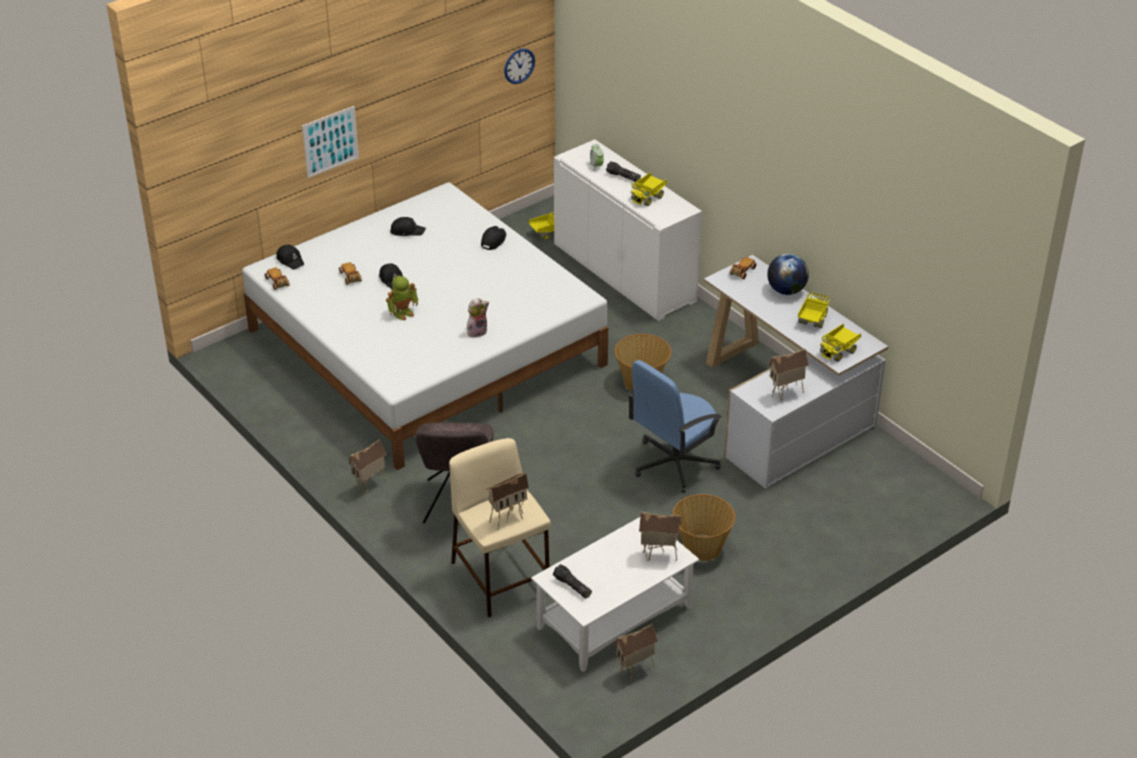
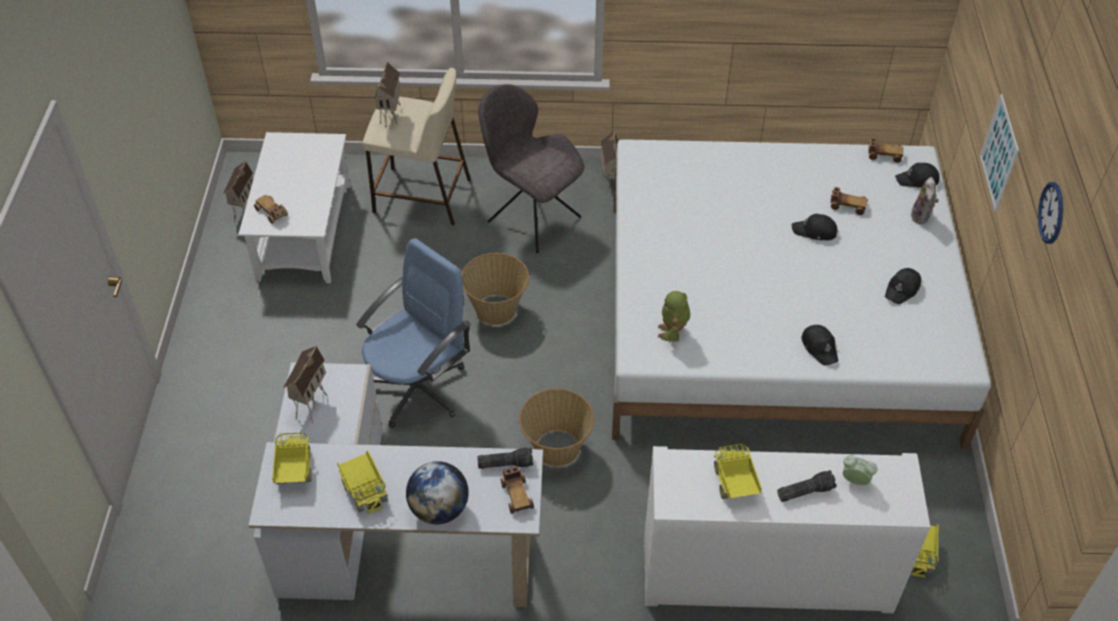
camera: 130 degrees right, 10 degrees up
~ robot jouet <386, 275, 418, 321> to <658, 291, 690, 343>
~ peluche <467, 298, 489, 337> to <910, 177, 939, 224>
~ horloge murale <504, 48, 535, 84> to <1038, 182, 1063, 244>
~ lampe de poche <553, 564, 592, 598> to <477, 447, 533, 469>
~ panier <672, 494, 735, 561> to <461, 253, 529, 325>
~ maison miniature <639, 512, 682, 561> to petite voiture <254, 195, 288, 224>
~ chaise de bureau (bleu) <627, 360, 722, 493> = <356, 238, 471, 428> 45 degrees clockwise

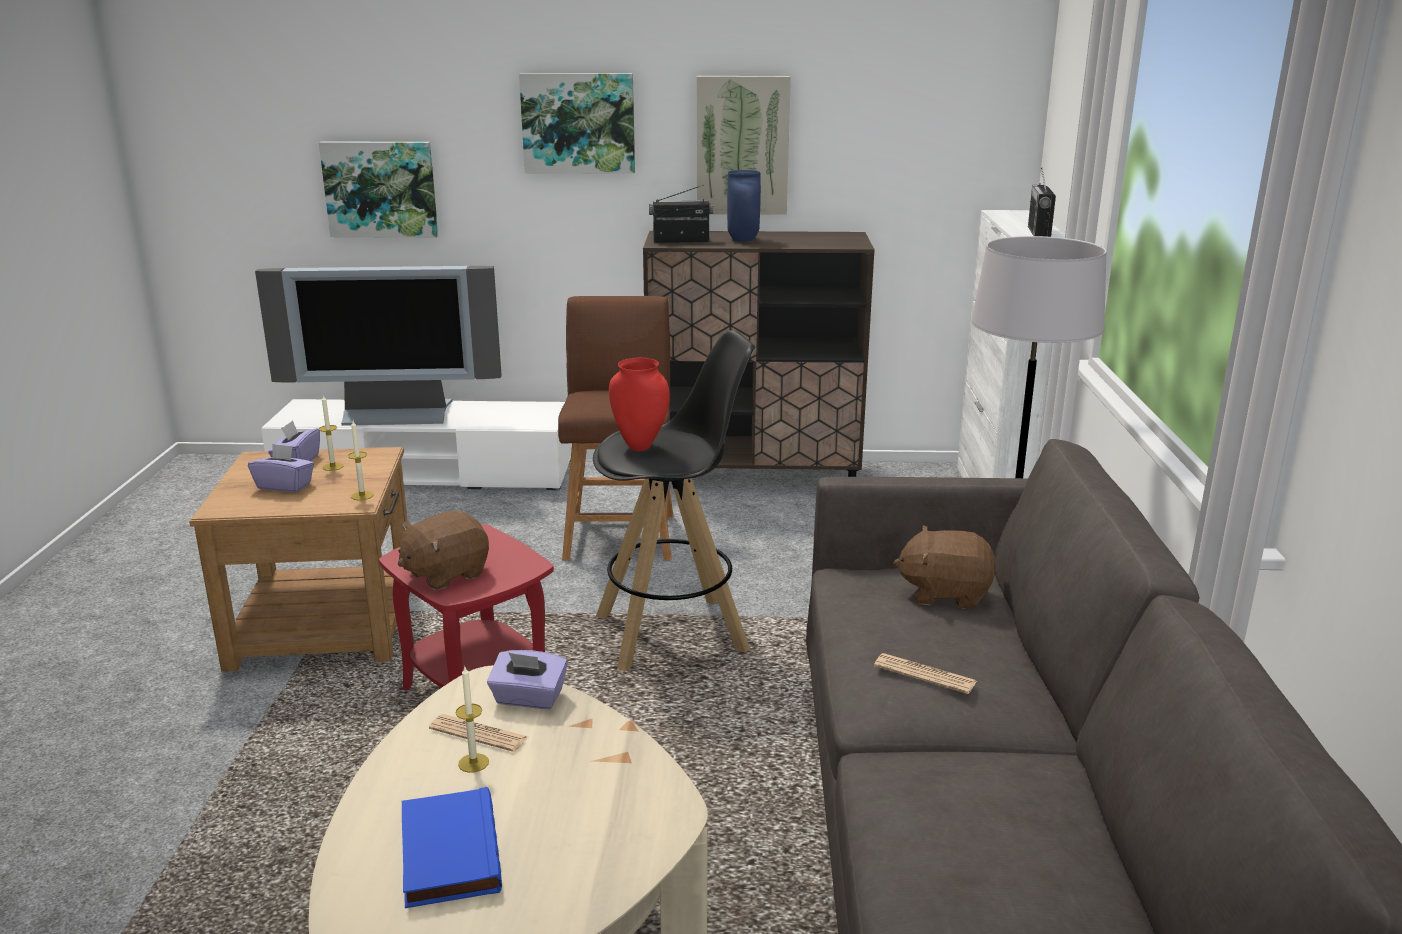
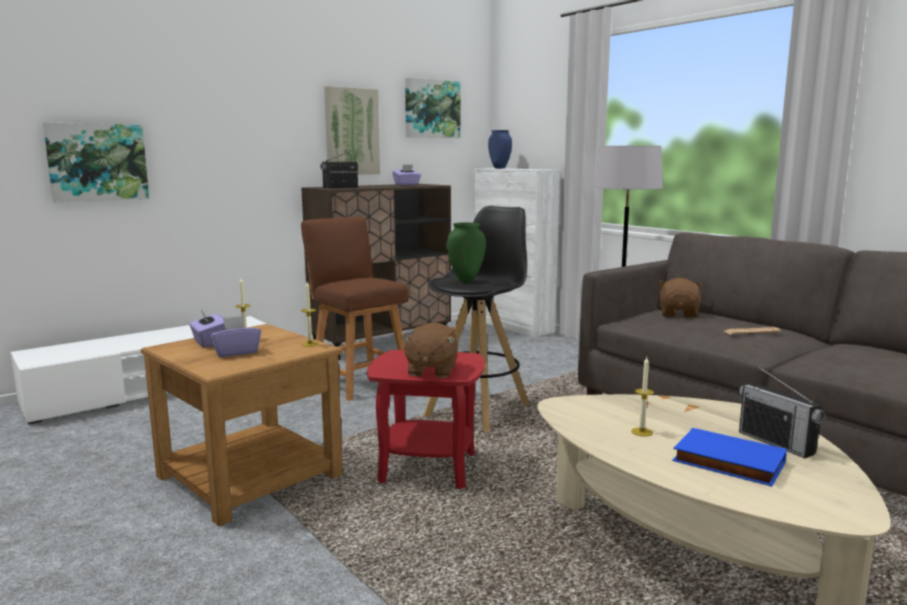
camera: 40 degrees left, 10 degrees down
- téléviseur <255, 266, 502, 426>
- journal <429, 714, 528, 752>
~ boîte à mouchoirs (violet) <487, 650, 568, 709> to <392, 165, 421, 185>
~ tableau <519, 73, 635, 174> to <405, 78, 460, 138>
~ vase (bleu) <727, 170, 761, 242> to <488, 130, 512, 169>
~ radio <1028, 167, 1056, 237> to <738, 365, 825, 458>
~ vase (rouge) <609, 358, 670, 451> to vase (vert) <446, 222, 486, 283>
~ peluche (marron) <894, 525, 997, 609> = <658, 278, 702, 318> 135 degrees clockwise

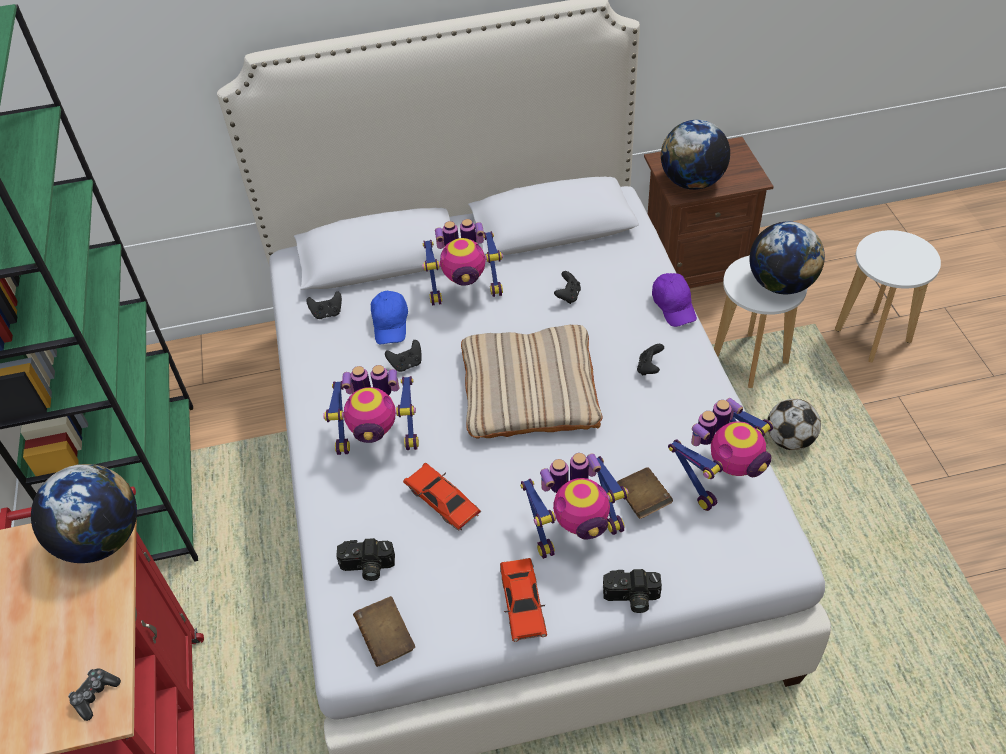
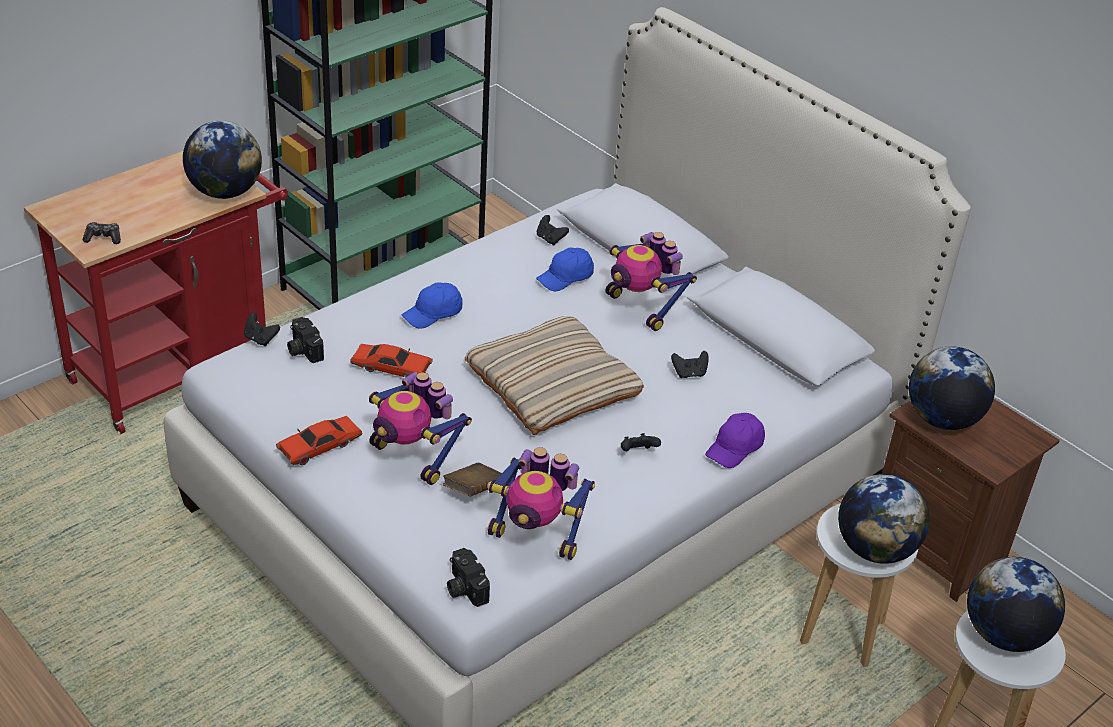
camera: 55 degrees right, 10 degrees down
- livre (marron) <353, 596, 415, 667>
- ballon de foot <767, 399, 821, 450>
+ globe <967, 557, 1065, 652>
~ manette (noir) <385, 340, 422, 372> to <244, 313, 280, 346>
~ appareil photo <603, 569, 662, 613> to <447, 548, 490, 607>
~ robot jouet <323, 365, 419, 455> to casquette (bleu) <402, 282, 463, 329>
~ petite voiture (rouge) <403, 463, 481, 531> = <350, 344, 433, 377> 90 degrees clockwise

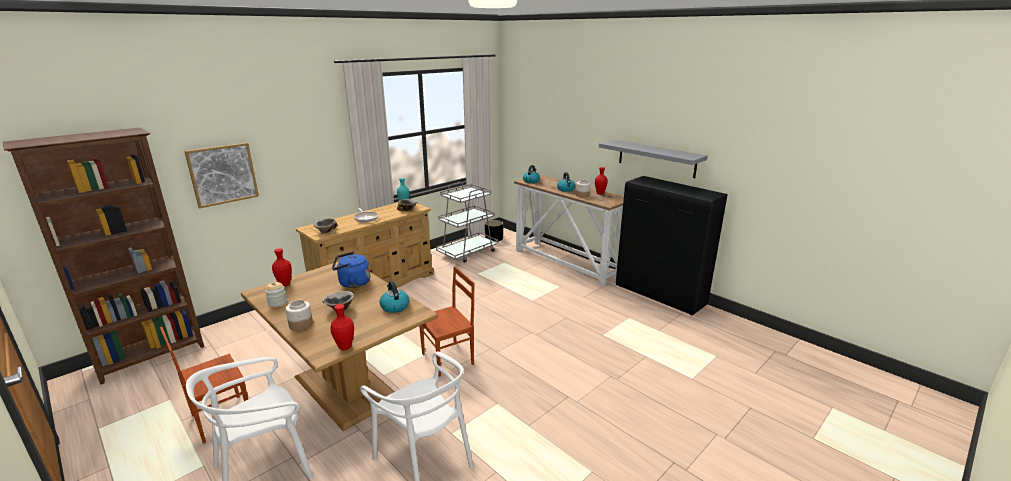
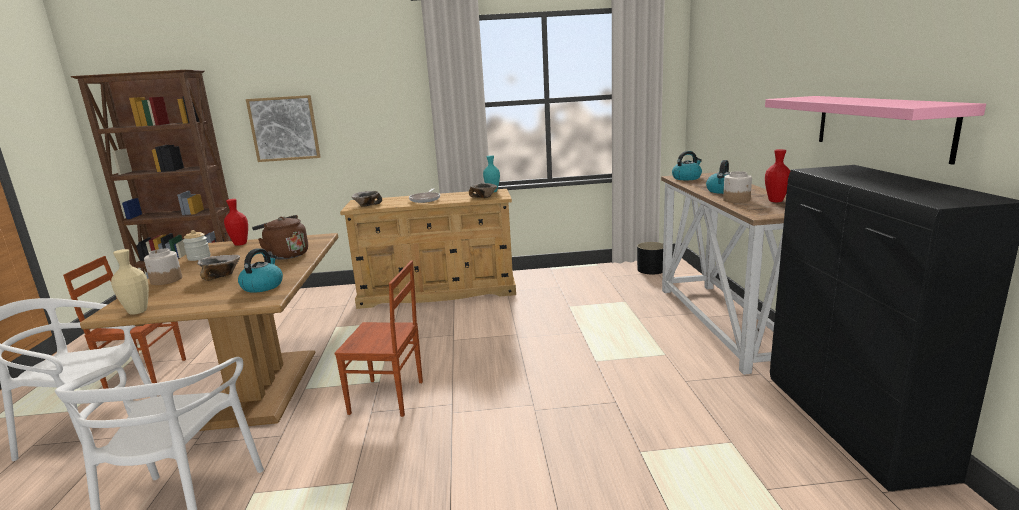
camera: 40 degrees right, 5 degrees down
- chariot (gris) <436, 182, 498, 263>
~ vase (rouge) <330, 304, 354, 351> to vase (beige) <111, 249, 149, 315>
~ bouilloire (bleu) <332, 252, 371, 288> to bouilloire (marron) <252, 215, 308, 260>
~ étagère (gris) <599, 140, 708, 178> to étagère (rose) <765, 96, 986, 164>

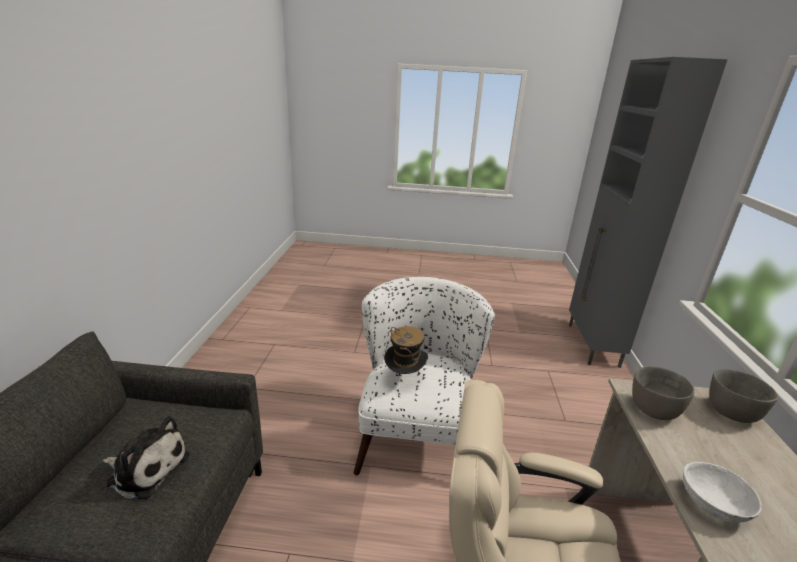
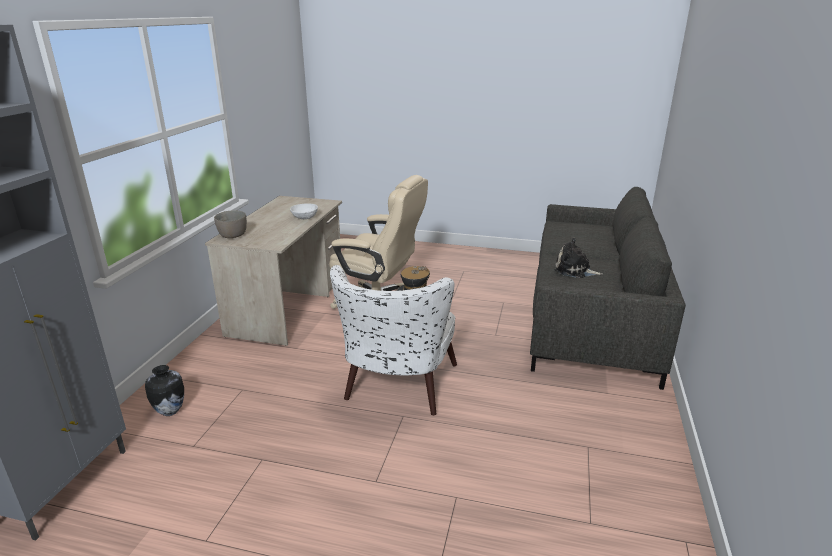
camera: 170 degrees left, 0 degrees up
- bol (gris) <632, 366, 695, 420>
+ vase <145, 365, 184, 416>

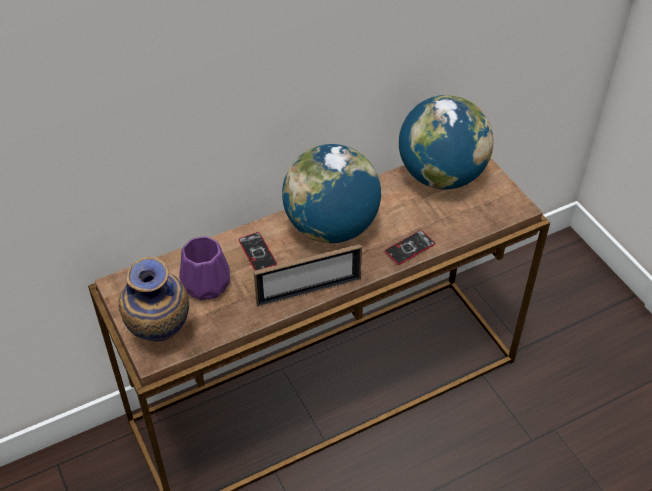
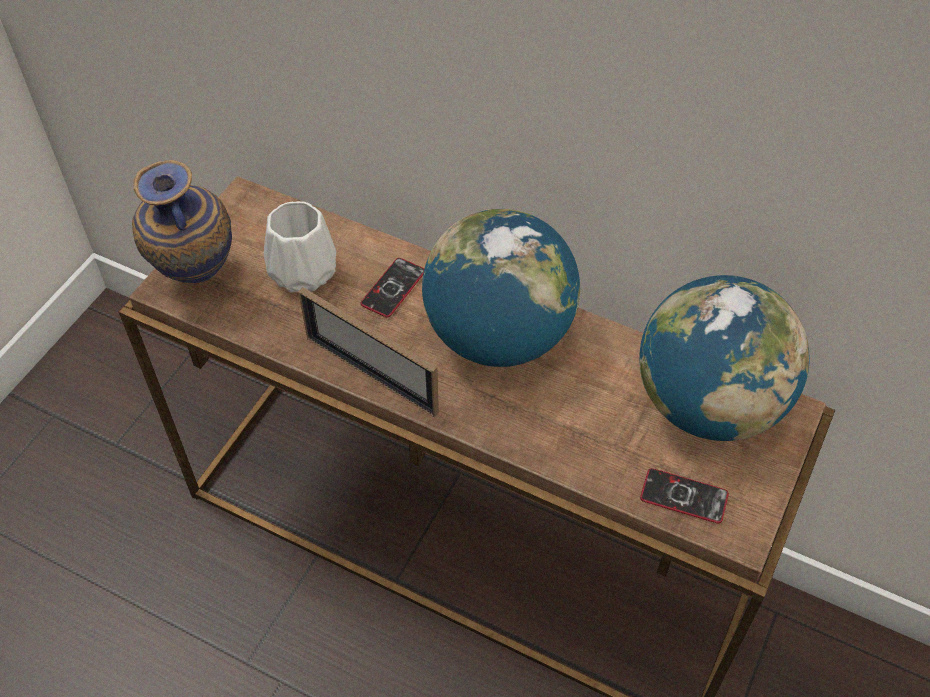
camera: 55 degrees right, 5 degrees up
~ téléphone <385, 230, 435, 265> to <640, 468, 729, 524>
~ vase (violet) <179, 237, 230, 301> to vase (blanc) <264, 201, 336, 292>

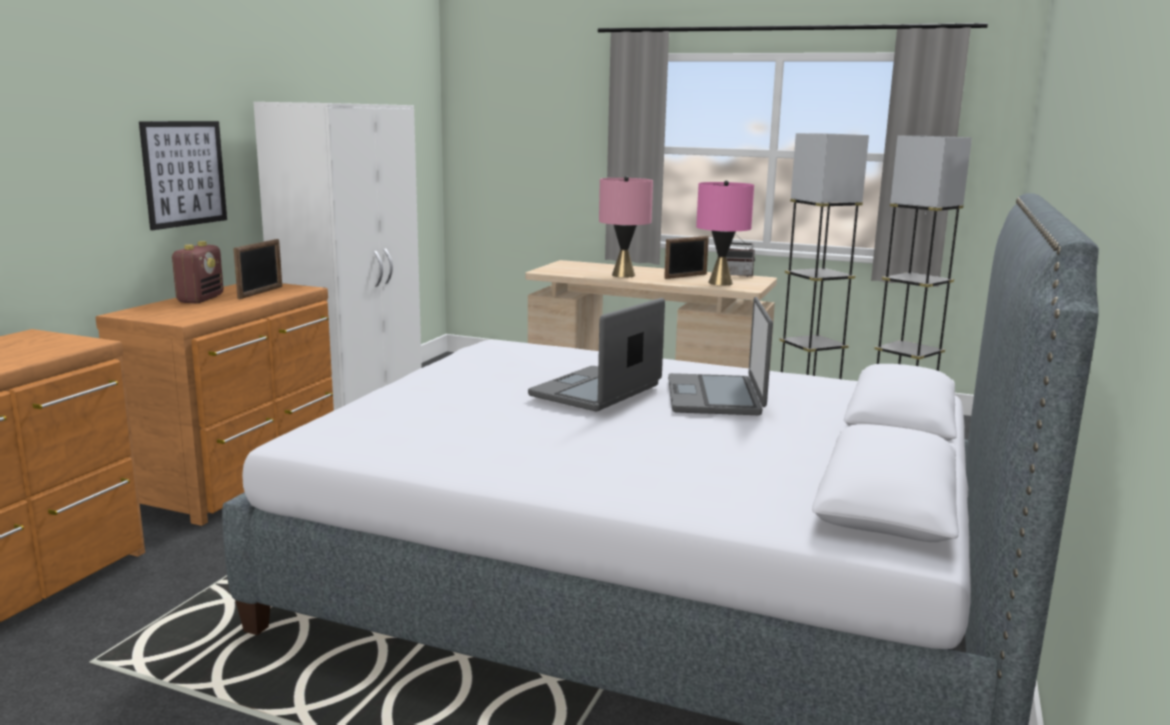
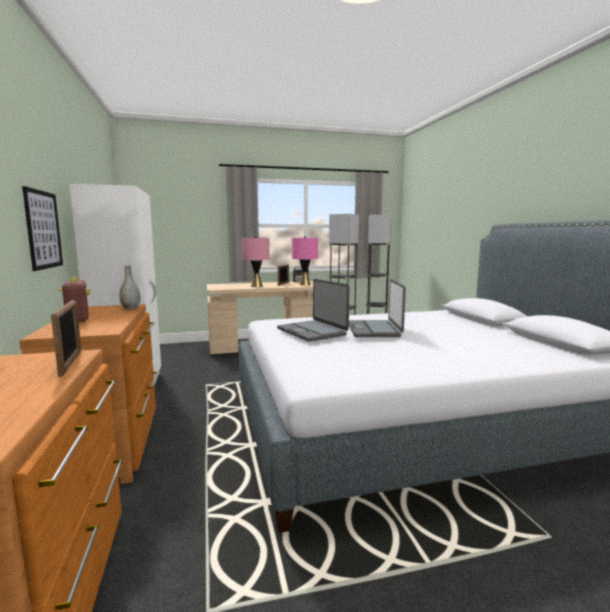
camera: 35 degrees left, 5 degrees down
+ vase (gris) <119, 265, 141, 309>
~ cadre photo <233, 239, 282, 299> to <51, 300, 82, 377>
~ ordinateur portable <668, 297, 773, 415> to <277, 279, 350, 342>

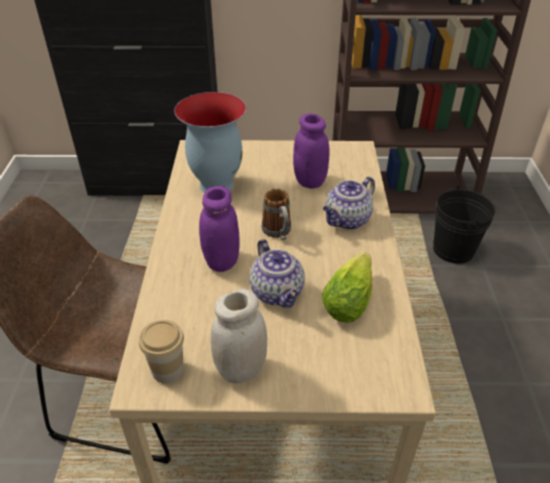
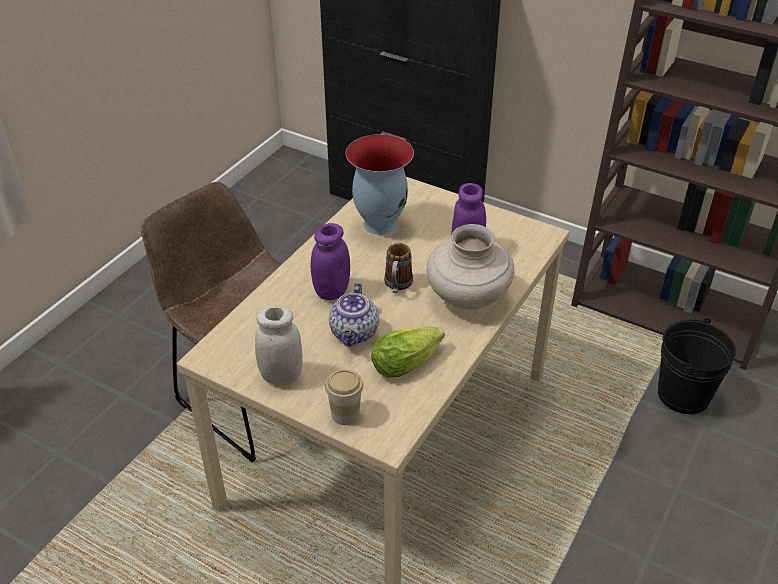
camera: 30 degrees right, 0 degrees up
~ tasse <139, 320, 184, 383> to <325, 369, 363, 425>
~ théière <323, 176, 375, 230> to vase (beige) <427, 224, 515, 309>

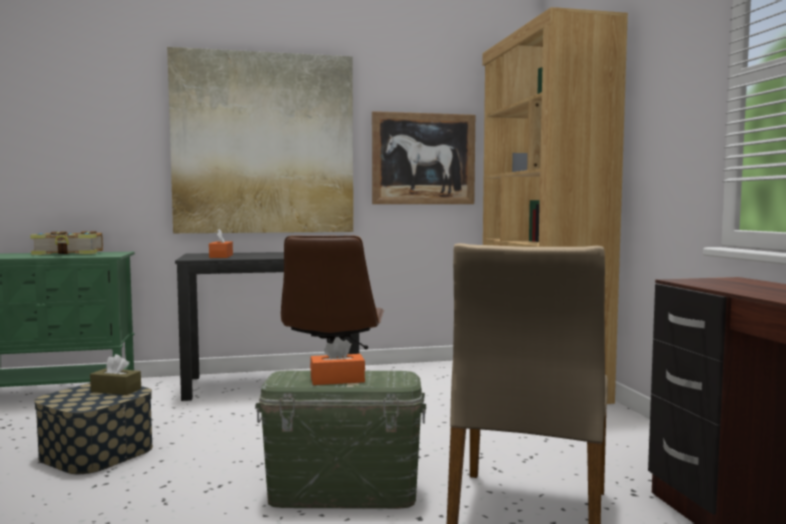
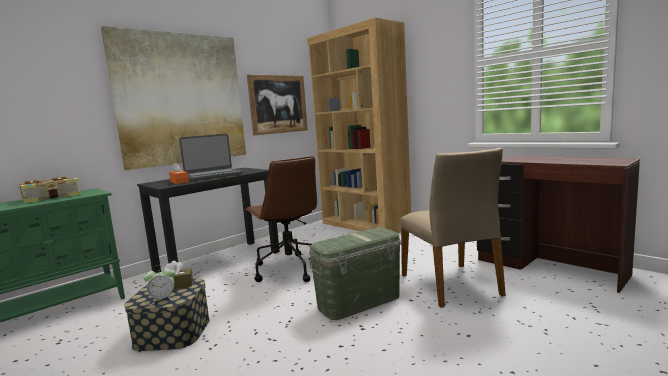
camera: 30 degrees left, 5 degrees up
- boîte à mouchoirs (orange) <310, 337, 365, 385>
+ réveil <144, 265, 176, 305>
+ ordinateur portable <179, 134, 243, 181>

